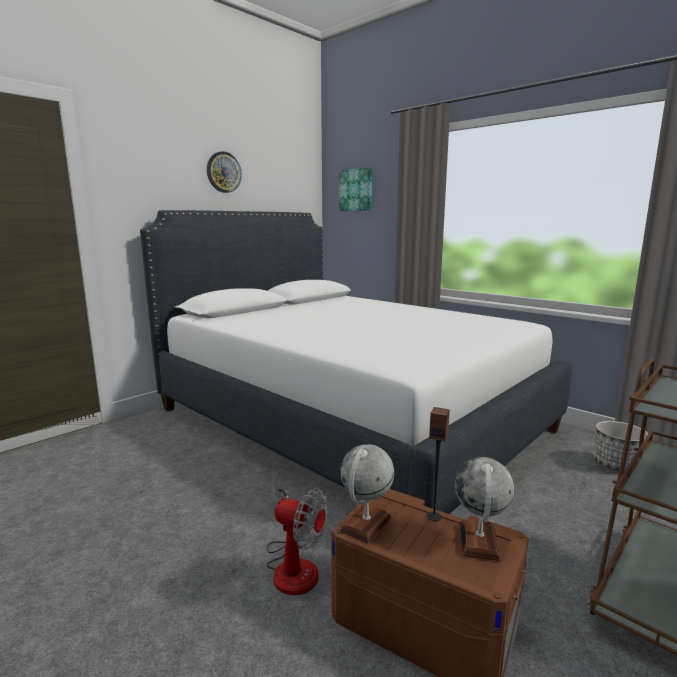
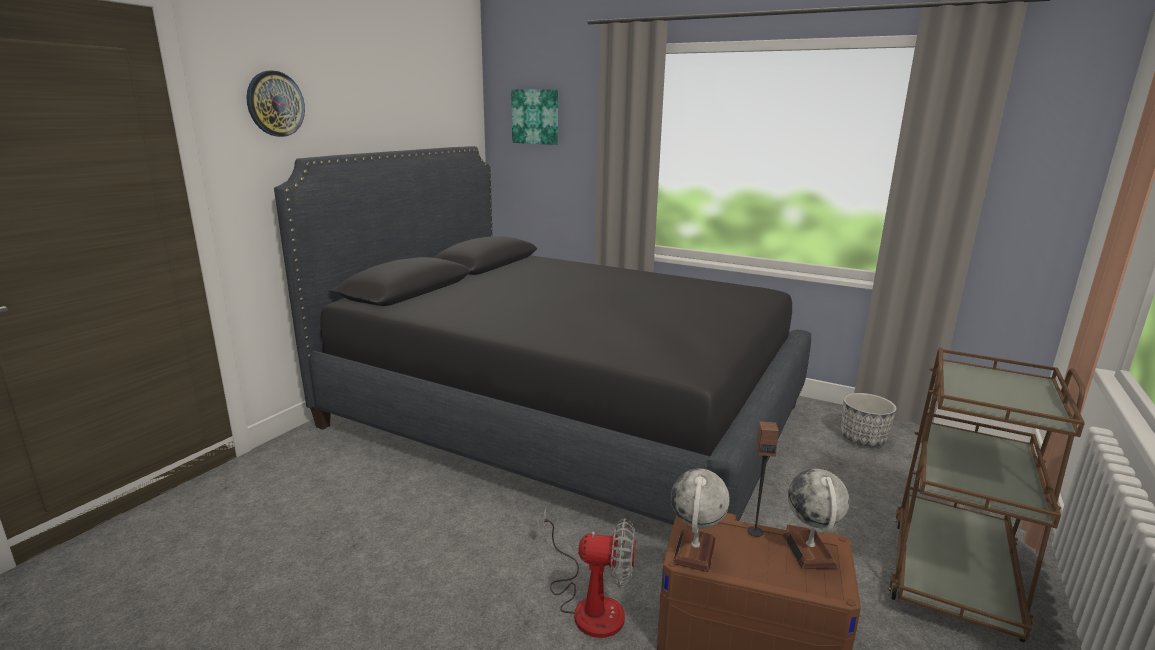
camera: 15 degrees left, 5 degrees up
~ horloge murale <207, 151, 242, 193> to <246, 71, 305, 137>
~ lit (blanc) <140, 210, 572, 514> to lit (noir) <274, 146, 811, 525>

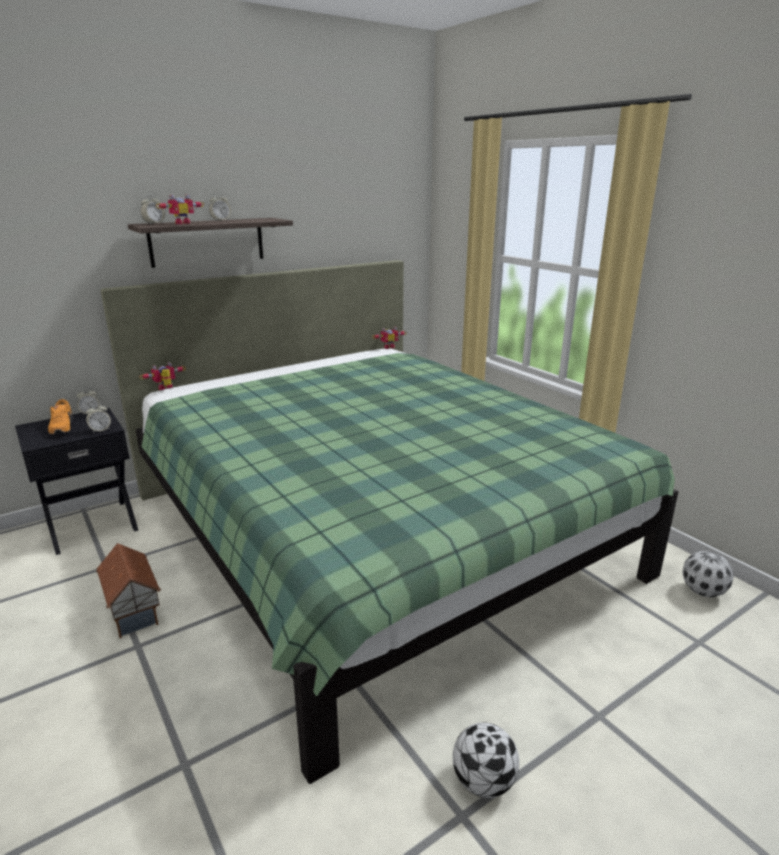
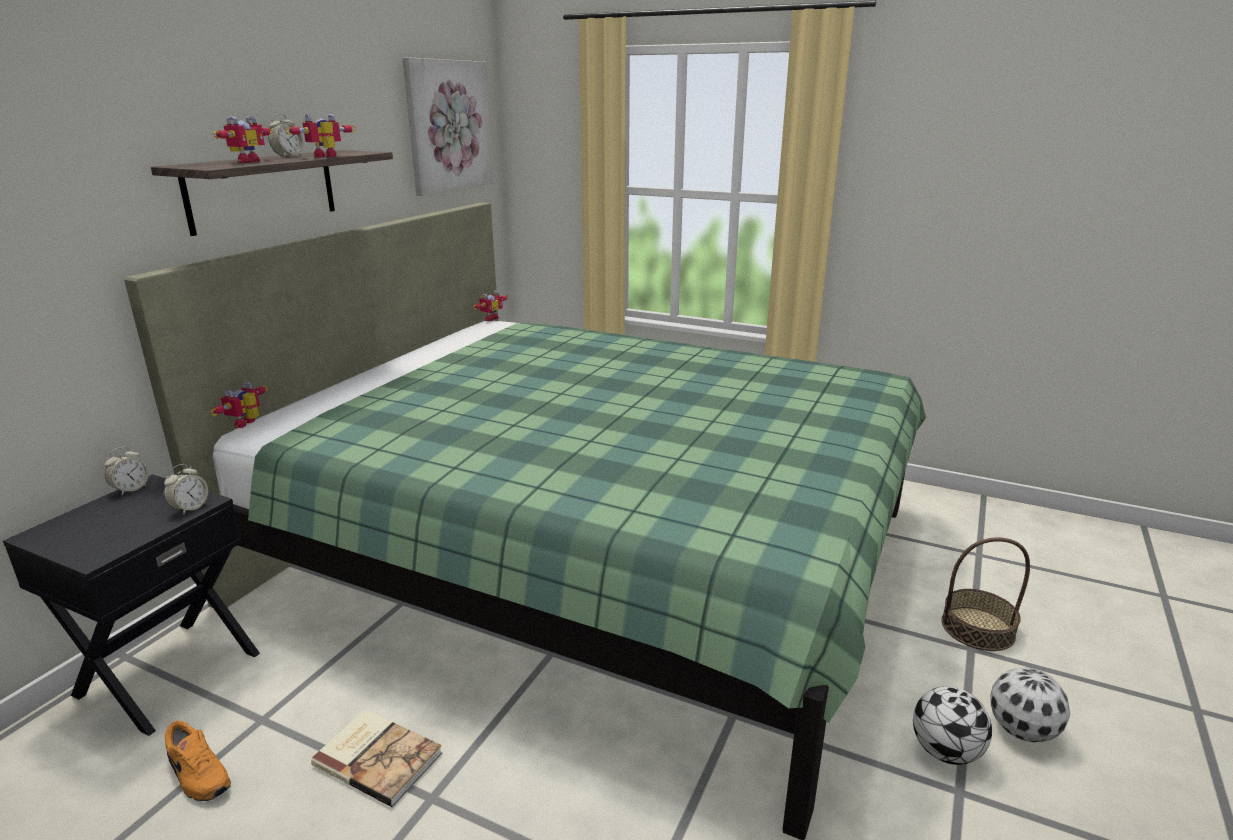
camera: 30 degrees left, 0 degrees up
- réveil <140, 194, 165, 224>
+ robot jouet <285, 114, 356, 157>
+ tableau <402, 57, 493, 196>
+ panier <942, 537, 1030, 651>
~ chaussure (orange) <48, 399, 73, 434> to <164, 721, 231, 801>
~ ballon de foot <682, 551, 734, 597> to <990, 667, 1070, 743>
~ maison miniature <96, 543, 161, 638> to livre <311, 710, 442, 807>

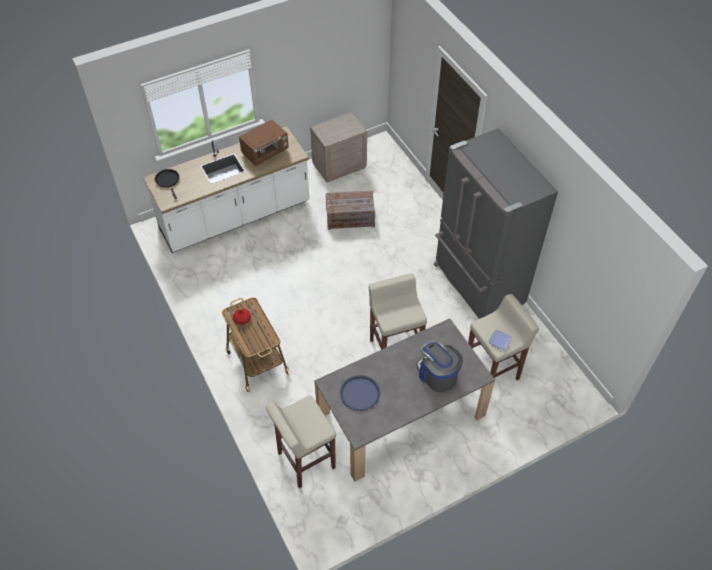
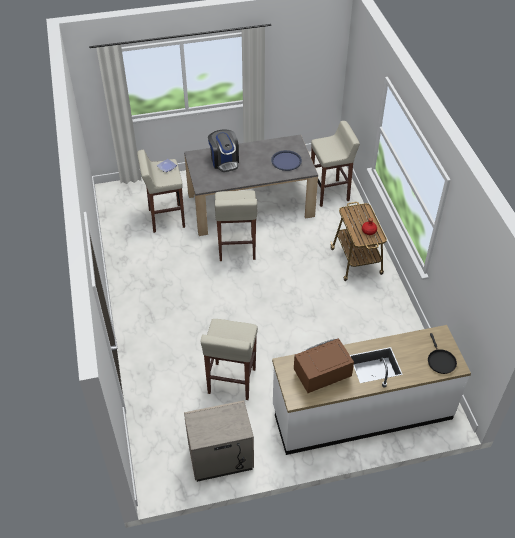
camera: 165 degrees left, 5 degrees down
- réfrigérateur (gris) <434, 128, 558, 319>
~ caisse <326, 191, 375, 230> to tabouret (beige) <200, 319, 258, 400>

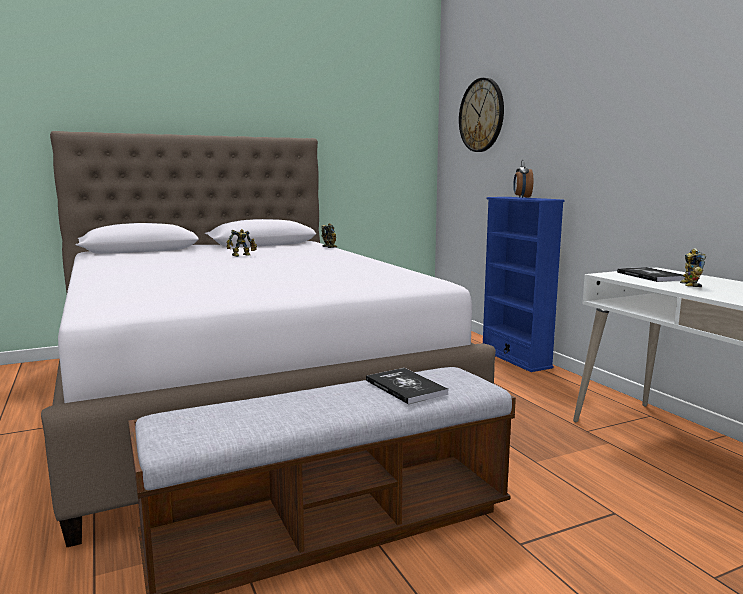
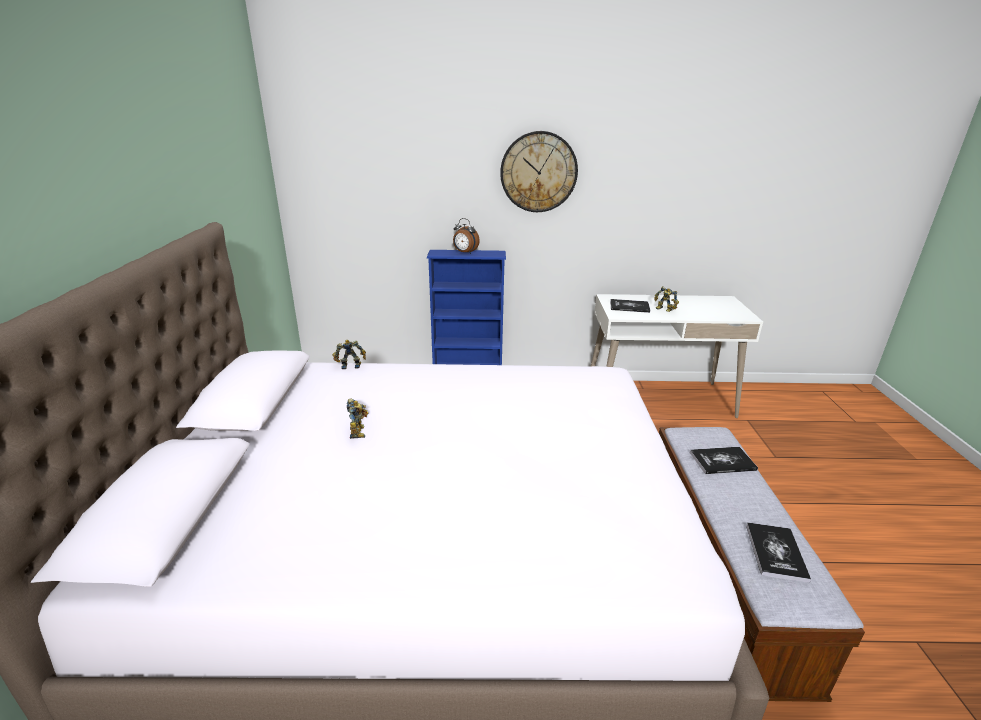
camera: 65 degrees left, 15 degrees up
+ livre <746, 522, 811, 583>
~ horloge murale <459, 78, 504, 152> to <500, 131, 578, 212>

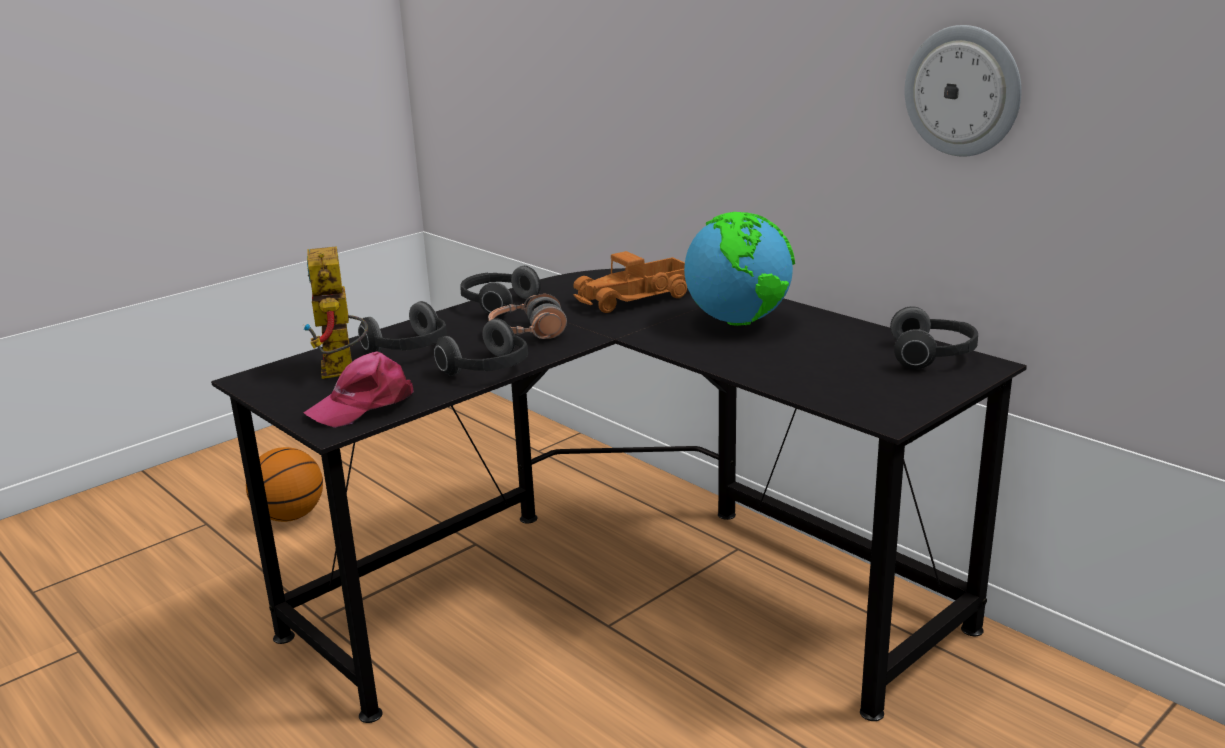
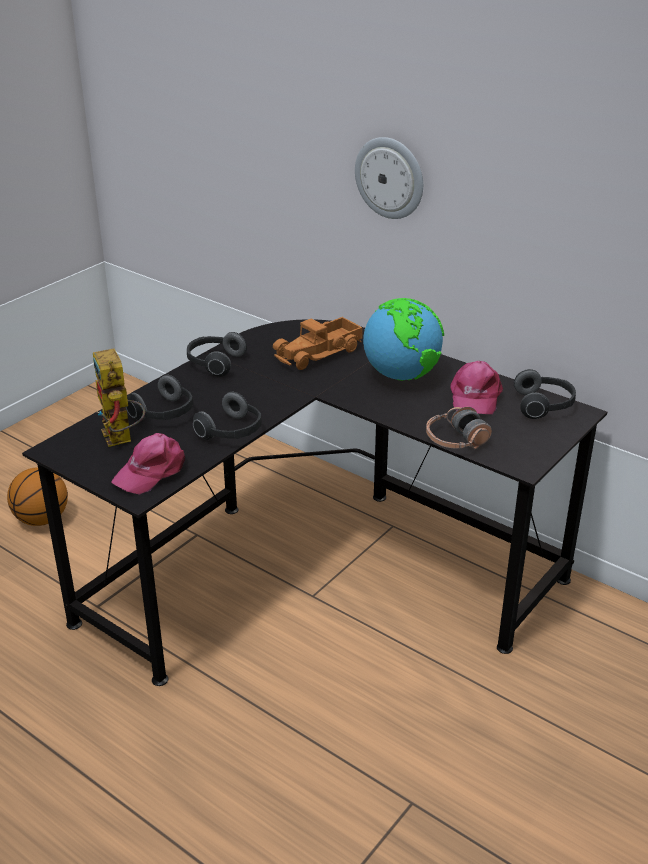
camera: 10 degrees left, 10 degrees up
+ casquette (rose) <450, 361, 503, 414>
~ casque audio <488, 294, 567, 339> to <426, 407, 492, 449>
~ horloge murale <905, 25, 1022, 157> to <355, 137, 423, 219>

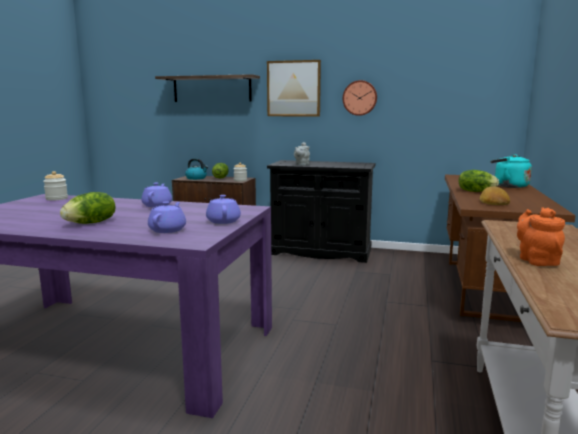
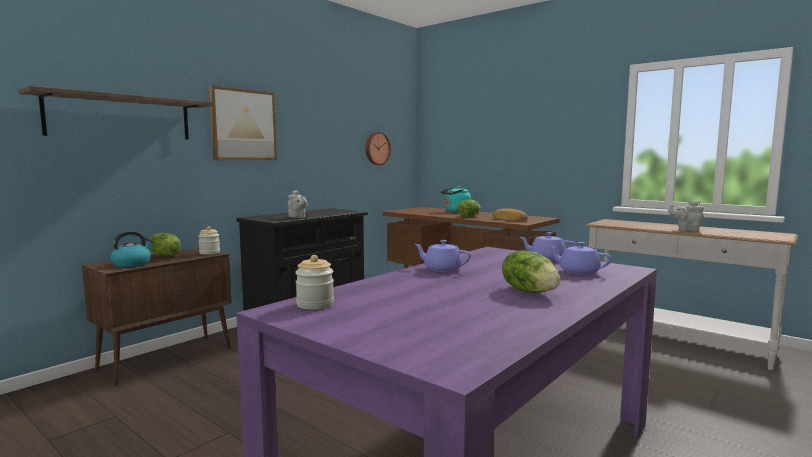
camera: 65 degrees left, 5 degrees down
~ horloge murale <343, 80, 377, 116> to <365, 132, 391, 165>
~ théière (orange) <517, 208, 565, 266> to théière (gris) <668, 201, 704, 232>

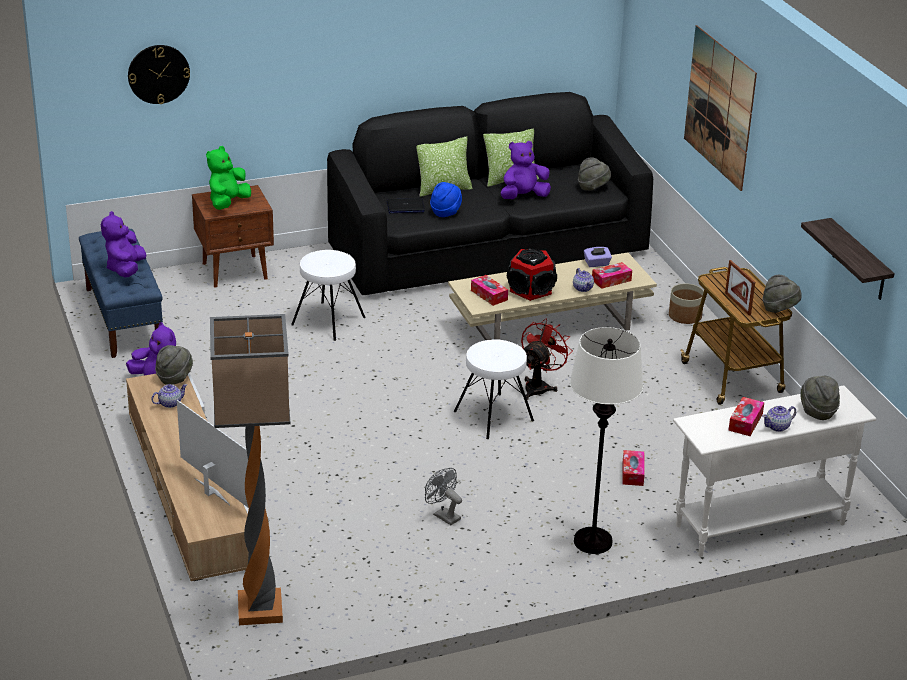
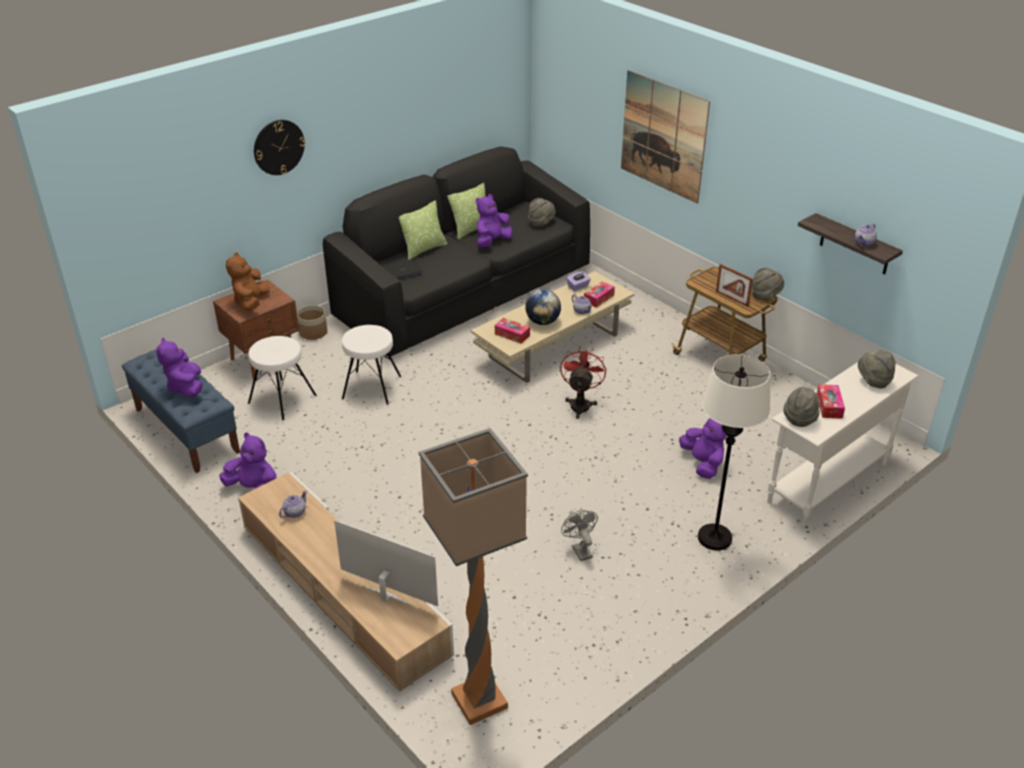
camera: 20 degrees left, 5 degrees up
- chapeau (bleu) <430, 182, 462, 217>
~ horloge murale <128, 45, 190, 104> to <254, 120, 305, 175>
~ chapeau (gris) <155, 345, 193, 385> to <783, 387, 820, 427>
~ tabouret (blanc) <454, 339, 534, 439> to <248, 336, 317, 420>
~ cache-pot <669, 283, 704, 324> to <297, 305, 327, 340>
~ théière <762, 406, 796, 432> to <855, 224, 877, 247>
~ enceinte <507, 249, 557, 301> to globe <525, 289, 561, 325>
~ boîte à mouchoirs <622, 450, 645, 486> to peluche (violet) <679, 418, 727, 479>
~ peluche (vert) <206, 146, 251, 210> to peluche (marron) <226, 252, 270, 311>
~ ventilateur (gris) <425, 468, 462, 525> = <561, 510, 598, 561> 45 degrees clockwise

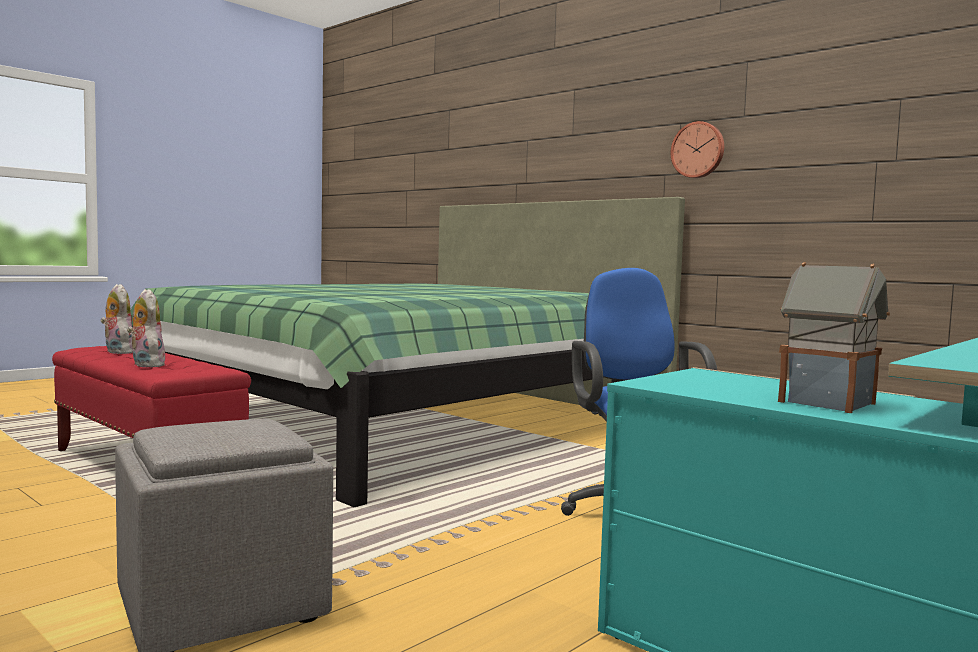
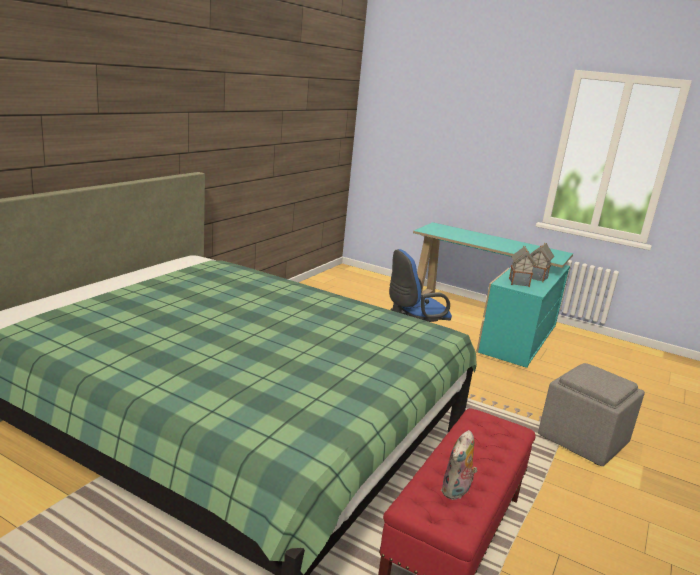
camera: 105 degrees left, 15 degrees up
- peluche <127, 289, 165, 367>
- horloge murale <671, 121, 724, 178>
+ maison miniature <509, 246, 536, 287>

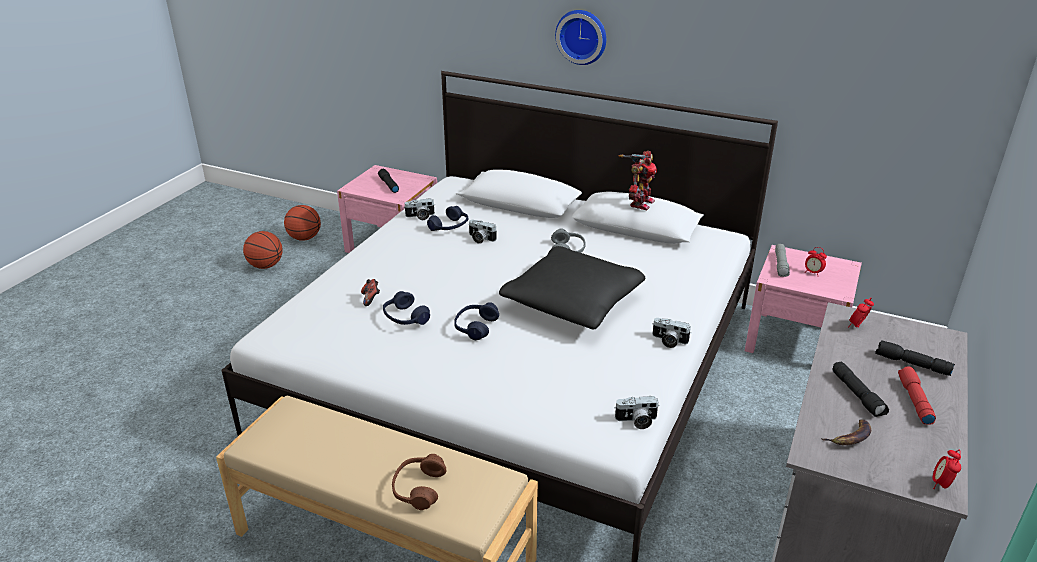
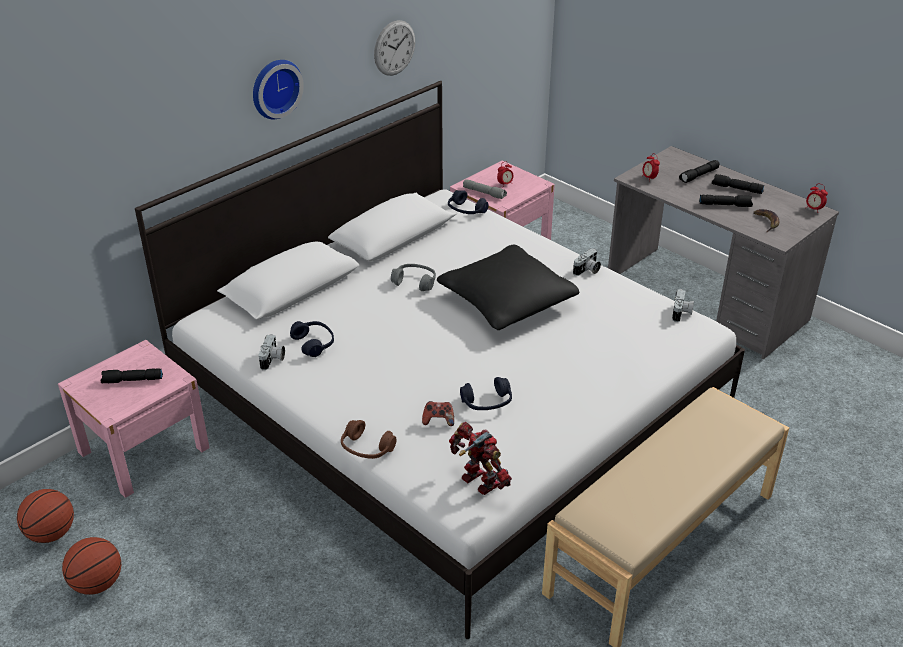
camera: 70 degrees left, 5 degrees up
- appareil photo <469, 220, 497, 244>
+ horloge murale <374, 20, 415, 76>
~ casque audio (marron) <392, 454, 446, 510> to <341, 420, 397, 459>
~ casque audio (bleu) <454, 302, 499, 340> to <448, 190, 489, 214>
~ robot jouet <618, 151, 657, 211> to <449, 422, 512, 495>
~ lampe de poche (rouge) <898, 366, 936, 425> to lampe de poche (noir) <712, 174, 764, 194>

